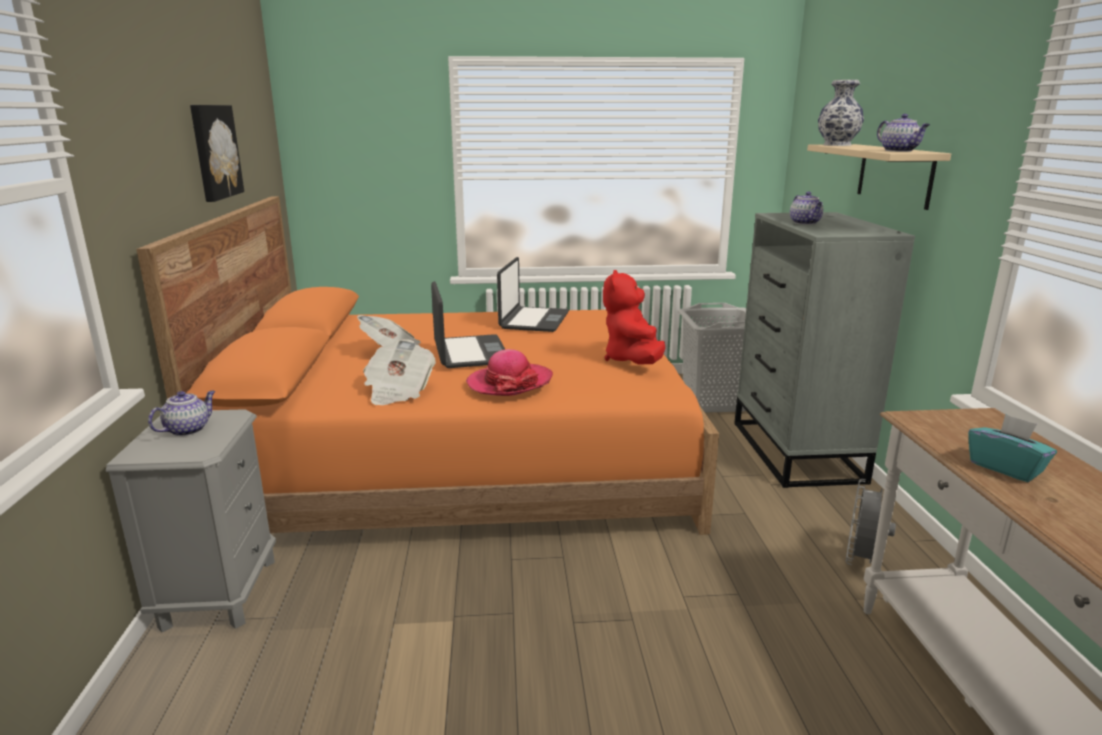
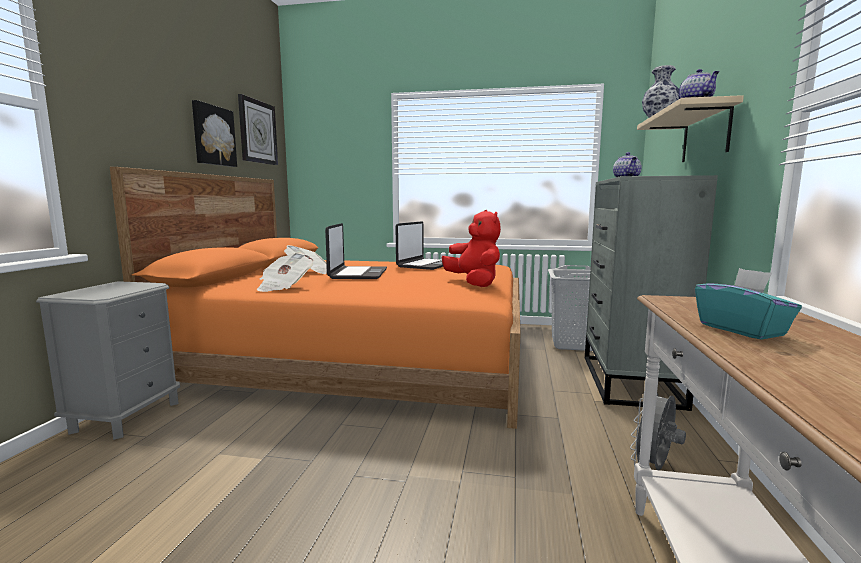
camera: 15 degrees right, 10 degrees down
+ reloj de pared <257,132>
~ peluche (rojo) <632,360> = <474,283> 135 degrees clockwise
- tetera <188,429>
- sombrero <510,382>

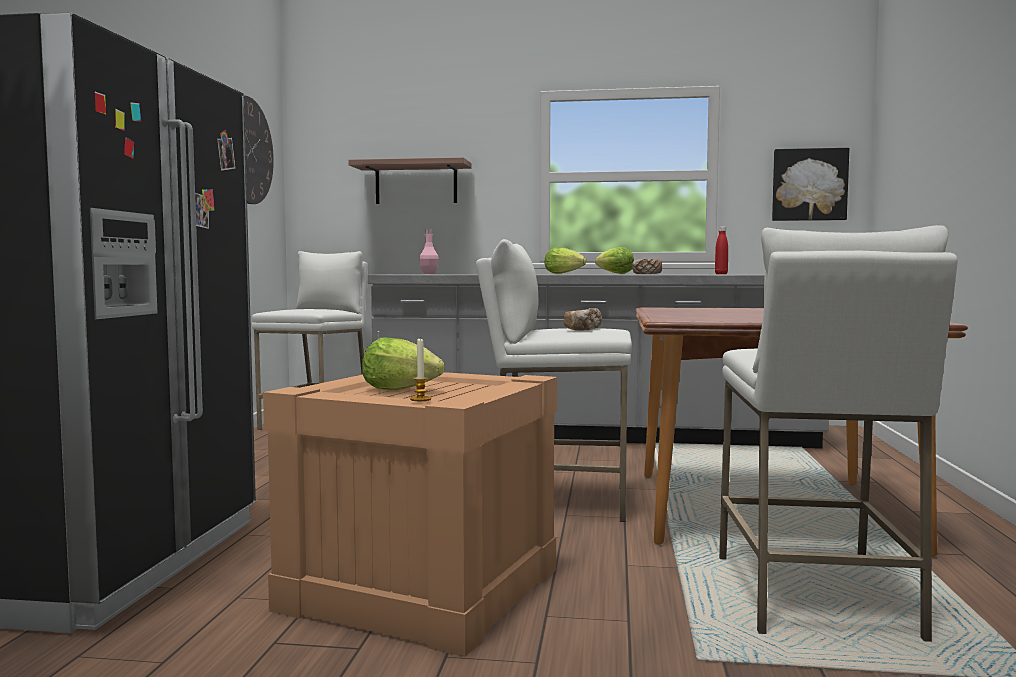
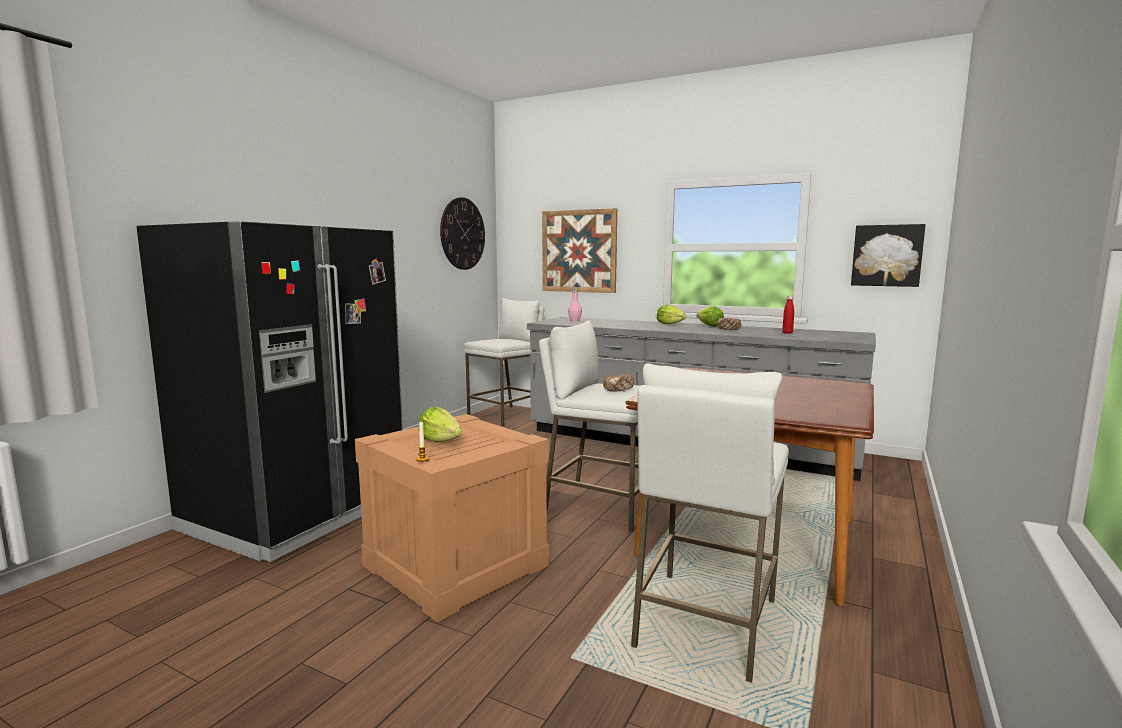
camera: 20 degrees right, 5 degrees up
~ estante <416,183> to cuadro <579,251>

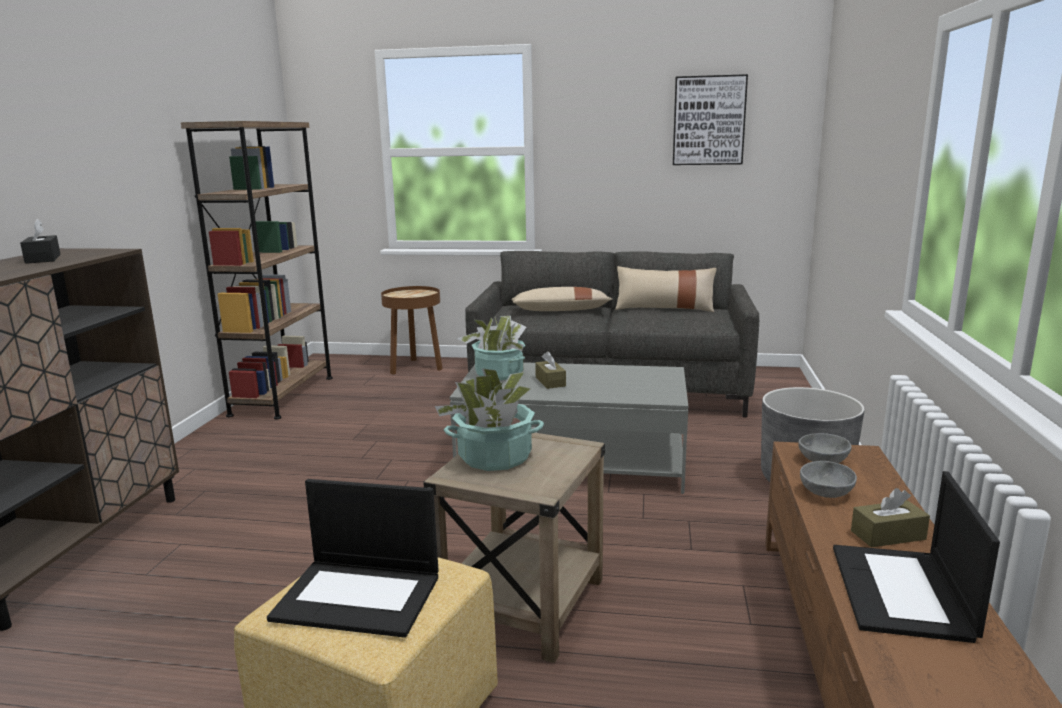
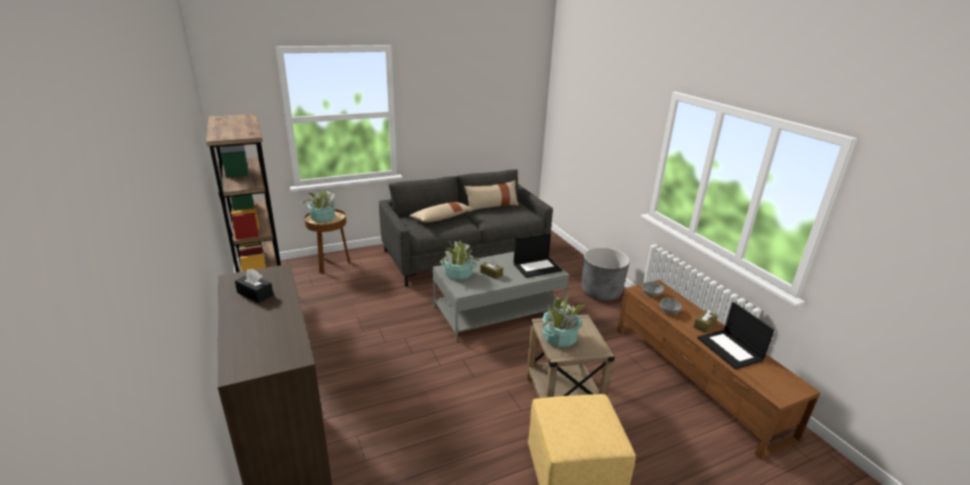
camera: 35 degrees left, 10 degrees up
+ planta en maceta <323,218>
~ portátil <360,596> to <537,267>
- cuadro <709,120>

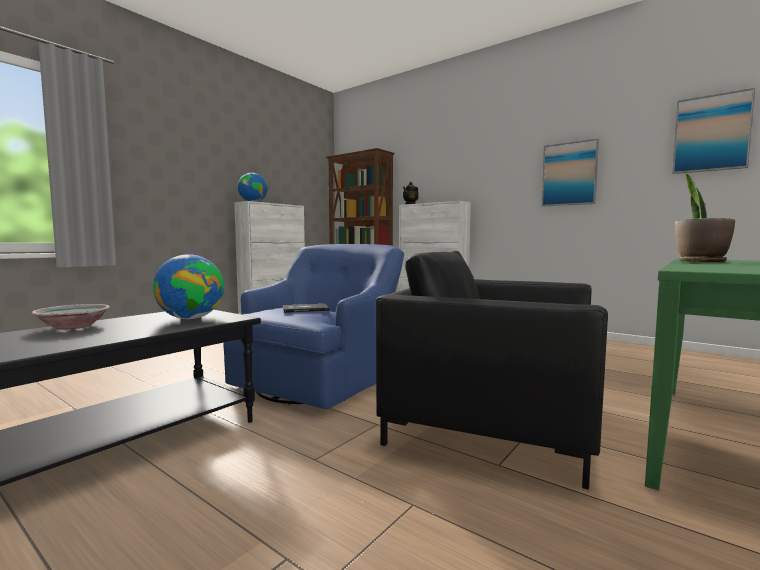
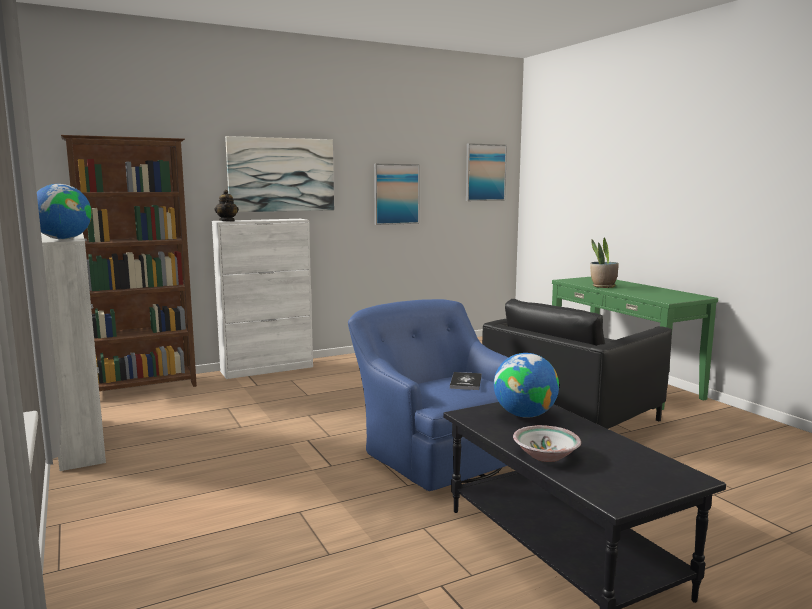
camera: 65 degrees left, 5 degrees up
+ cuadro <281,174>

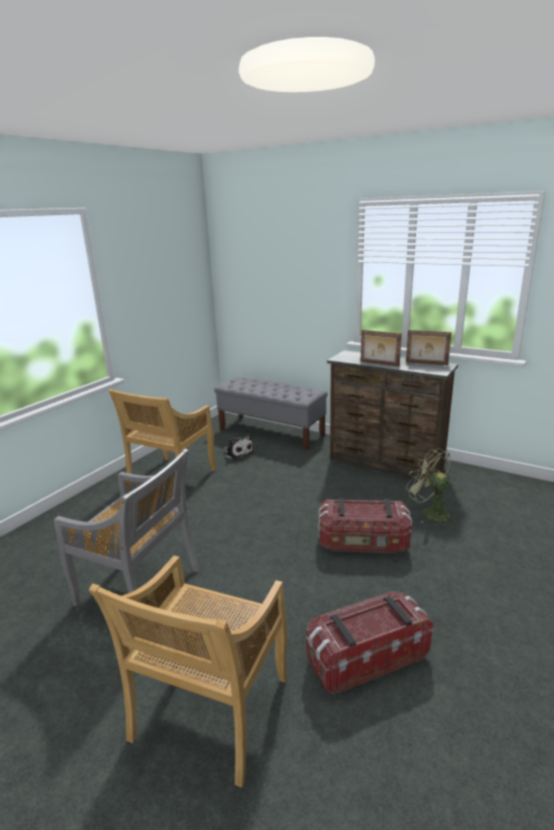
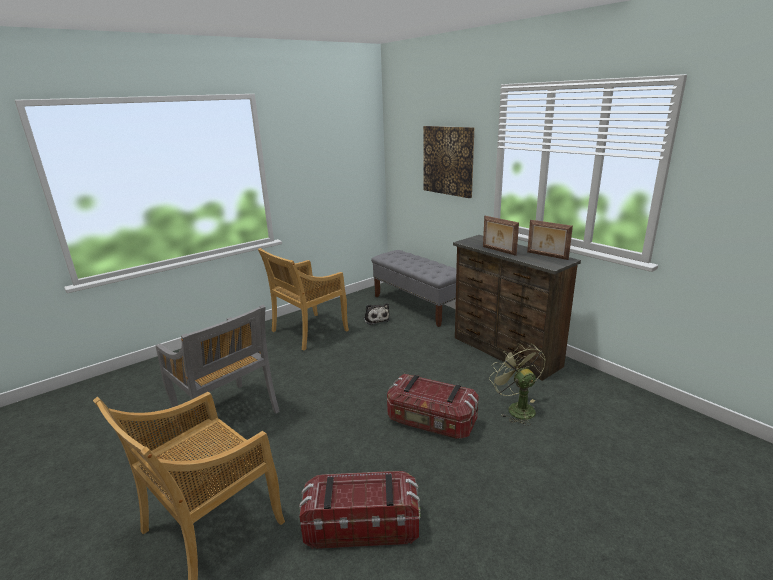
camera: 20 degrees right, 0 degrees up
+ cuadro <448,160>

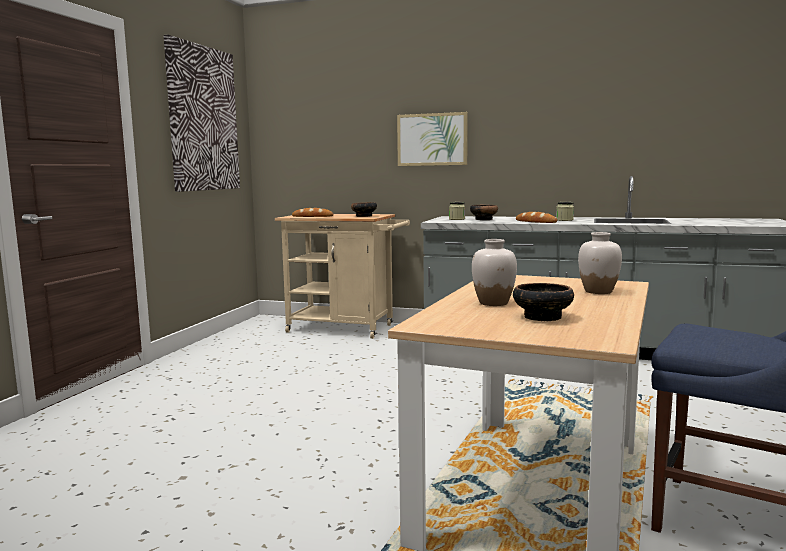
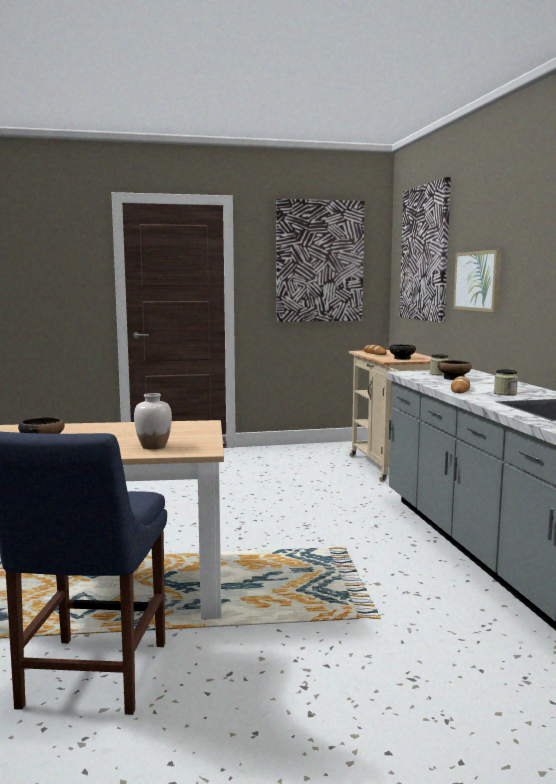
camera: 60 degrees right, 0 degrees up
+ cuadro <425,253>
- florero (blanco) <493,303>

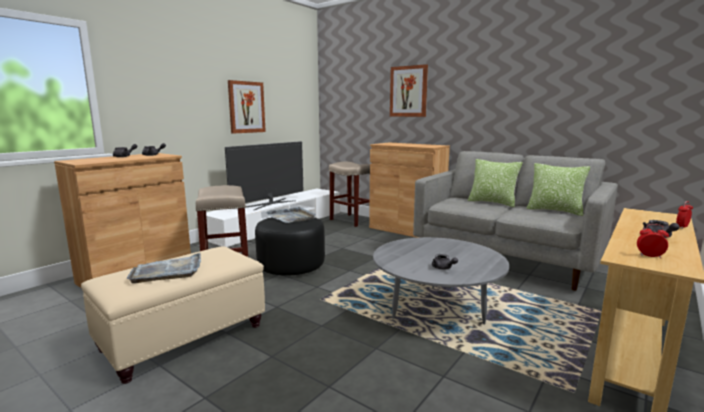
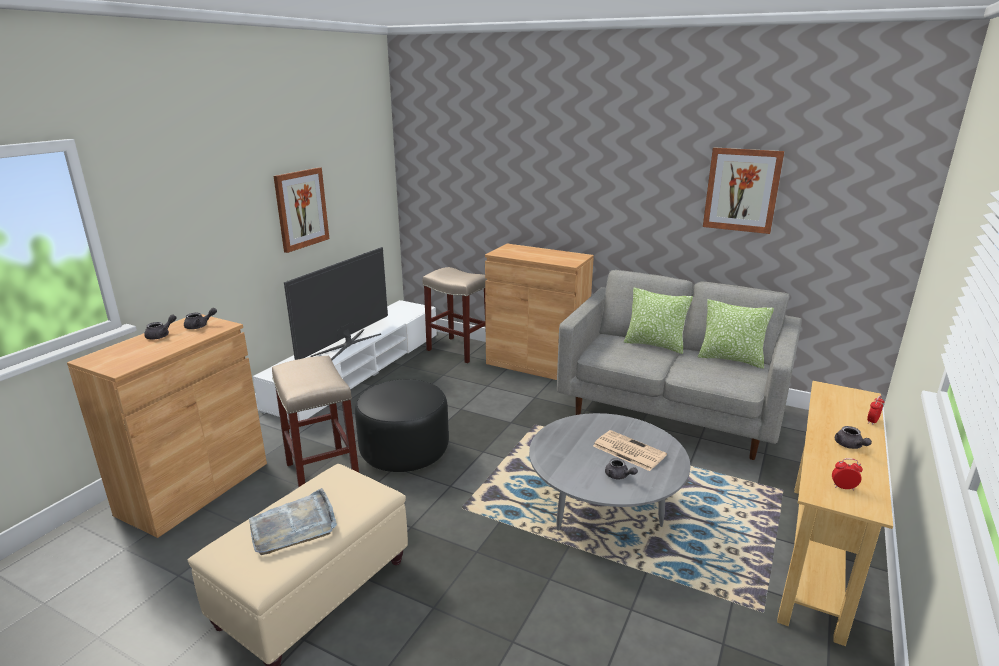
camera: 10 degrees left, 10 degrees up
+ periódico <628,450>
~ cuadro <408,91> to <742,190>
- bandeja (gris) <291,217>

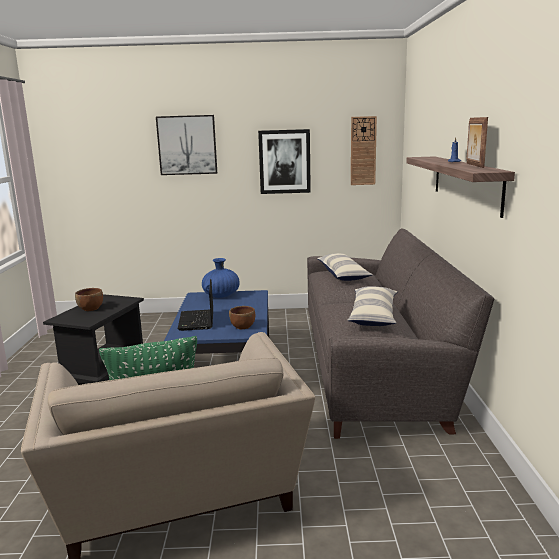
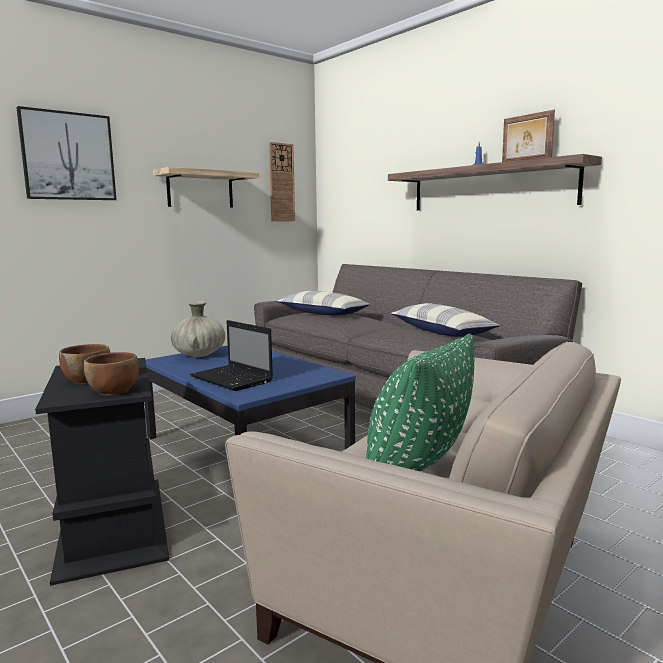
camera: 40 degrees left, 5 degrees down
~ cuenco (marrón) <243,326> to <114,391>
~ cuadro <284,161> to estante <200,189>
~ florero (azul) <221,295> to florero (beis) <199,355>

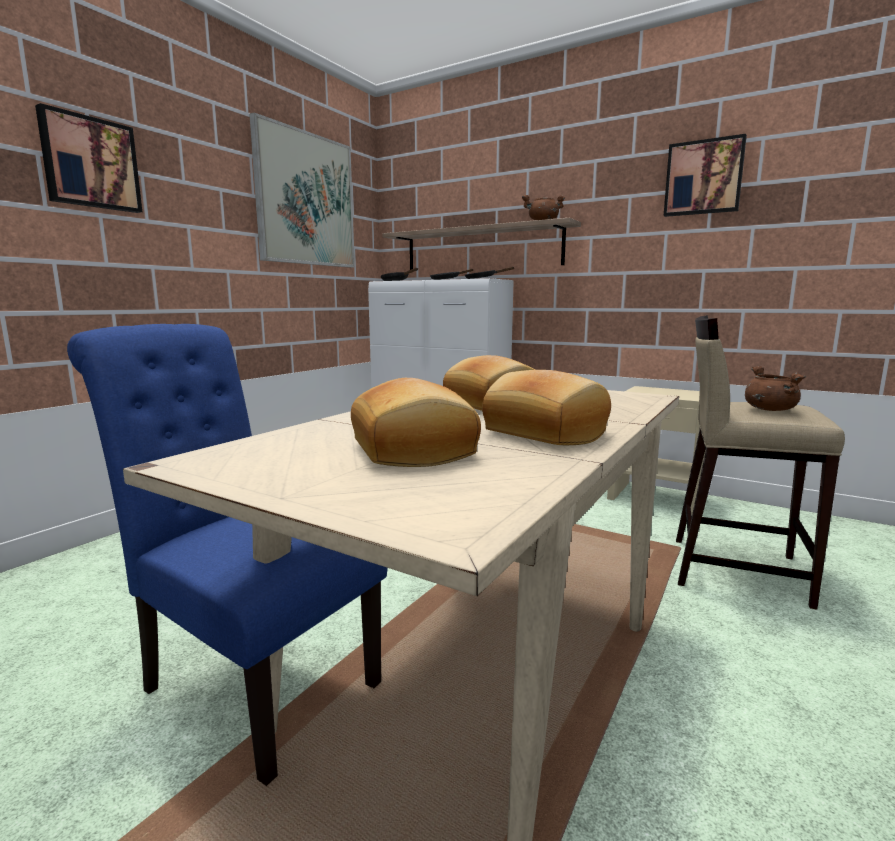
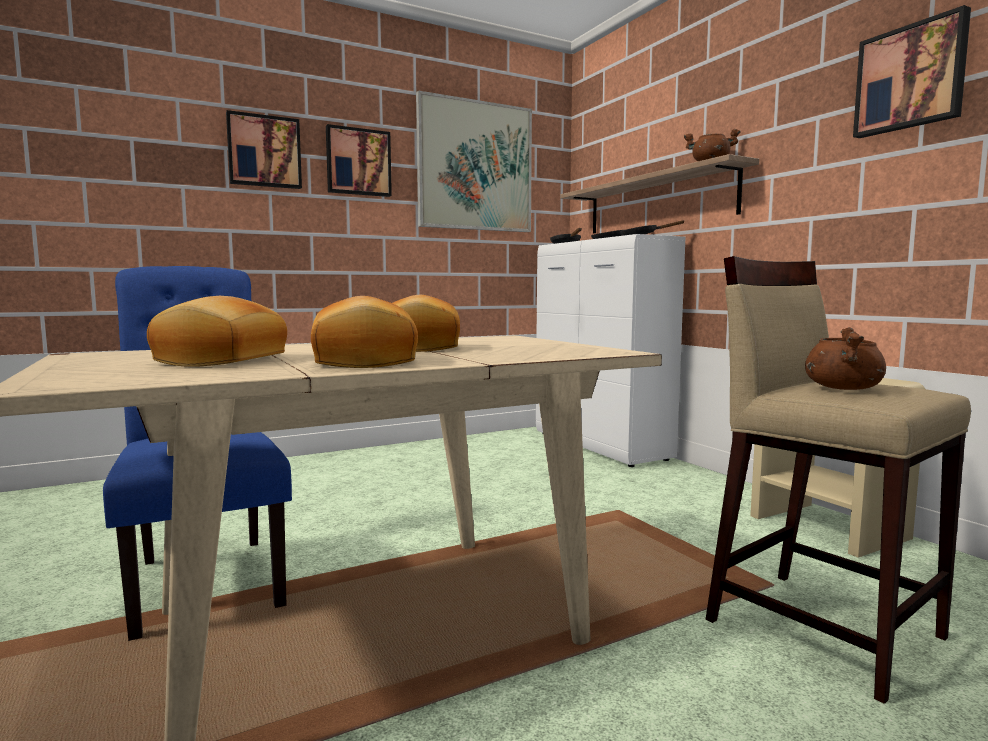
camera: 30 degrees right, 5 degrees down
+ cuadro <358,162>

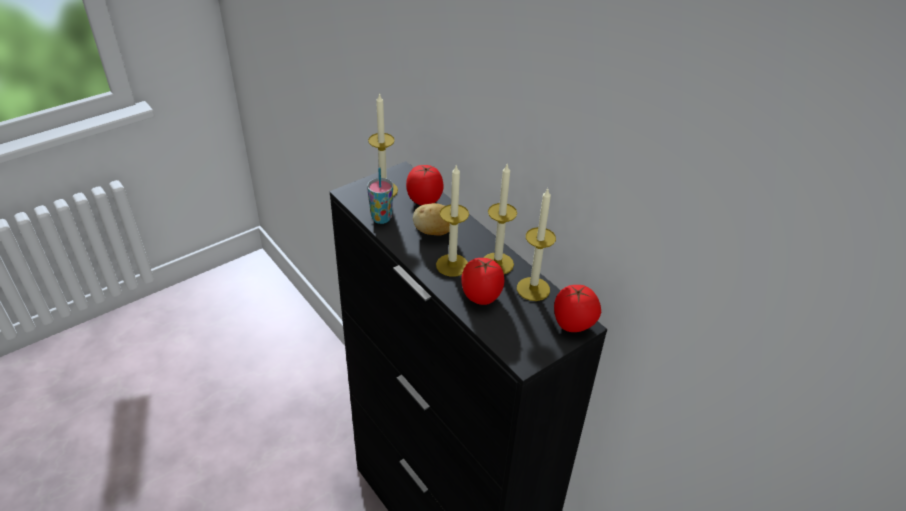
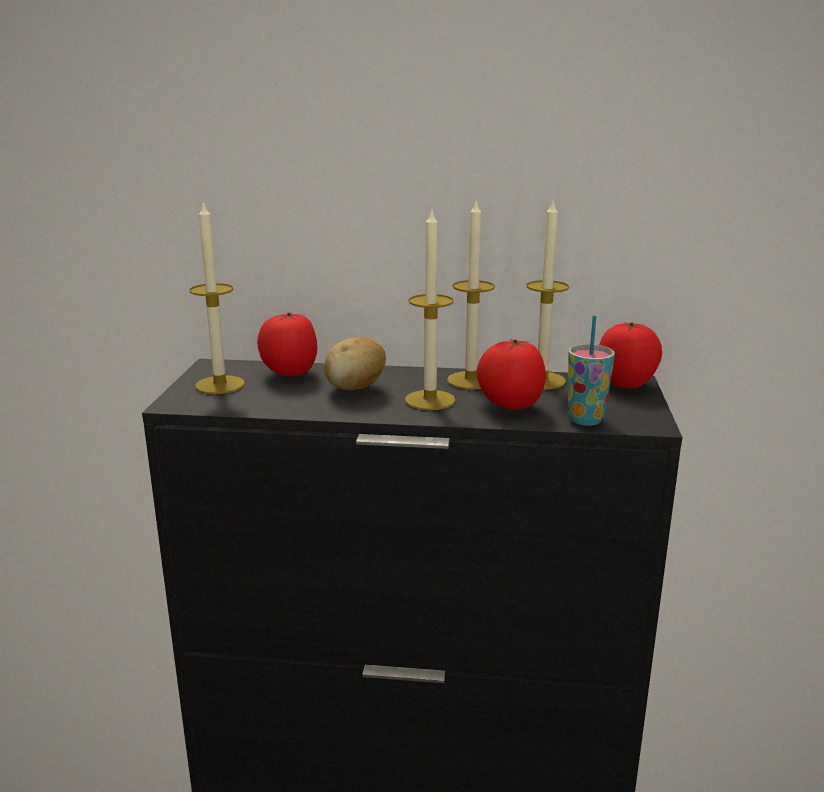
camera: 45 degrees left, 20 degrees down
~ taza <381,218> to <585,420>

